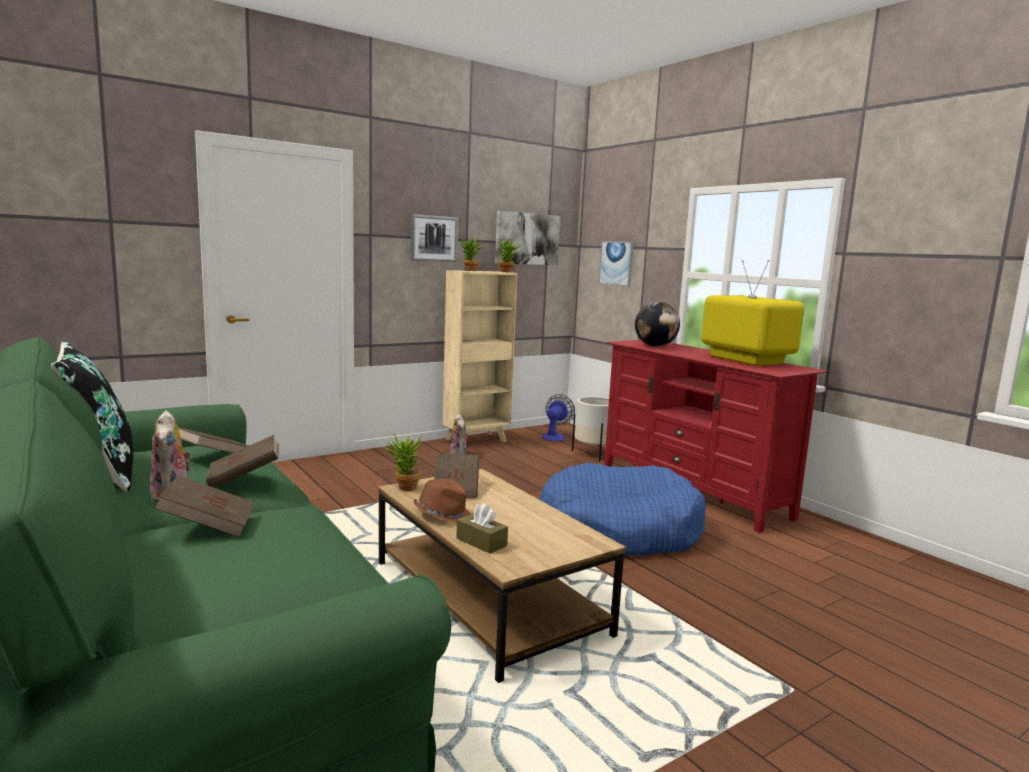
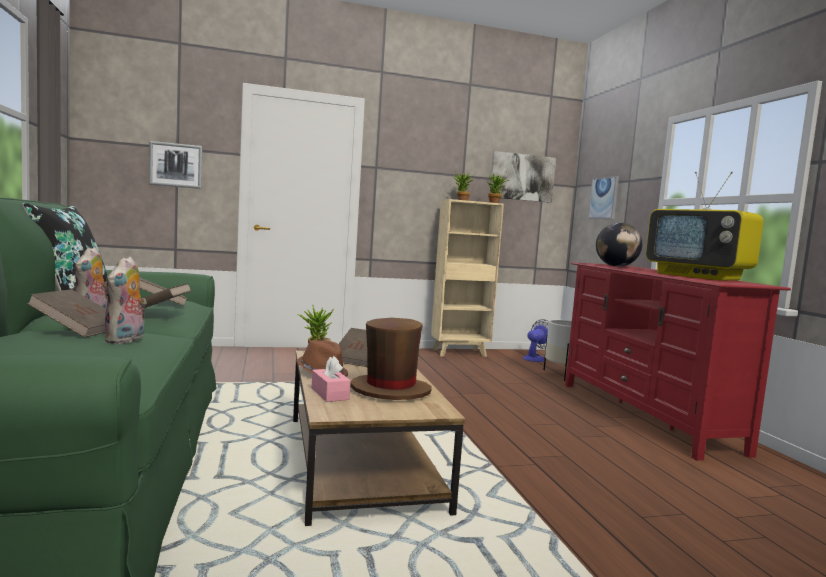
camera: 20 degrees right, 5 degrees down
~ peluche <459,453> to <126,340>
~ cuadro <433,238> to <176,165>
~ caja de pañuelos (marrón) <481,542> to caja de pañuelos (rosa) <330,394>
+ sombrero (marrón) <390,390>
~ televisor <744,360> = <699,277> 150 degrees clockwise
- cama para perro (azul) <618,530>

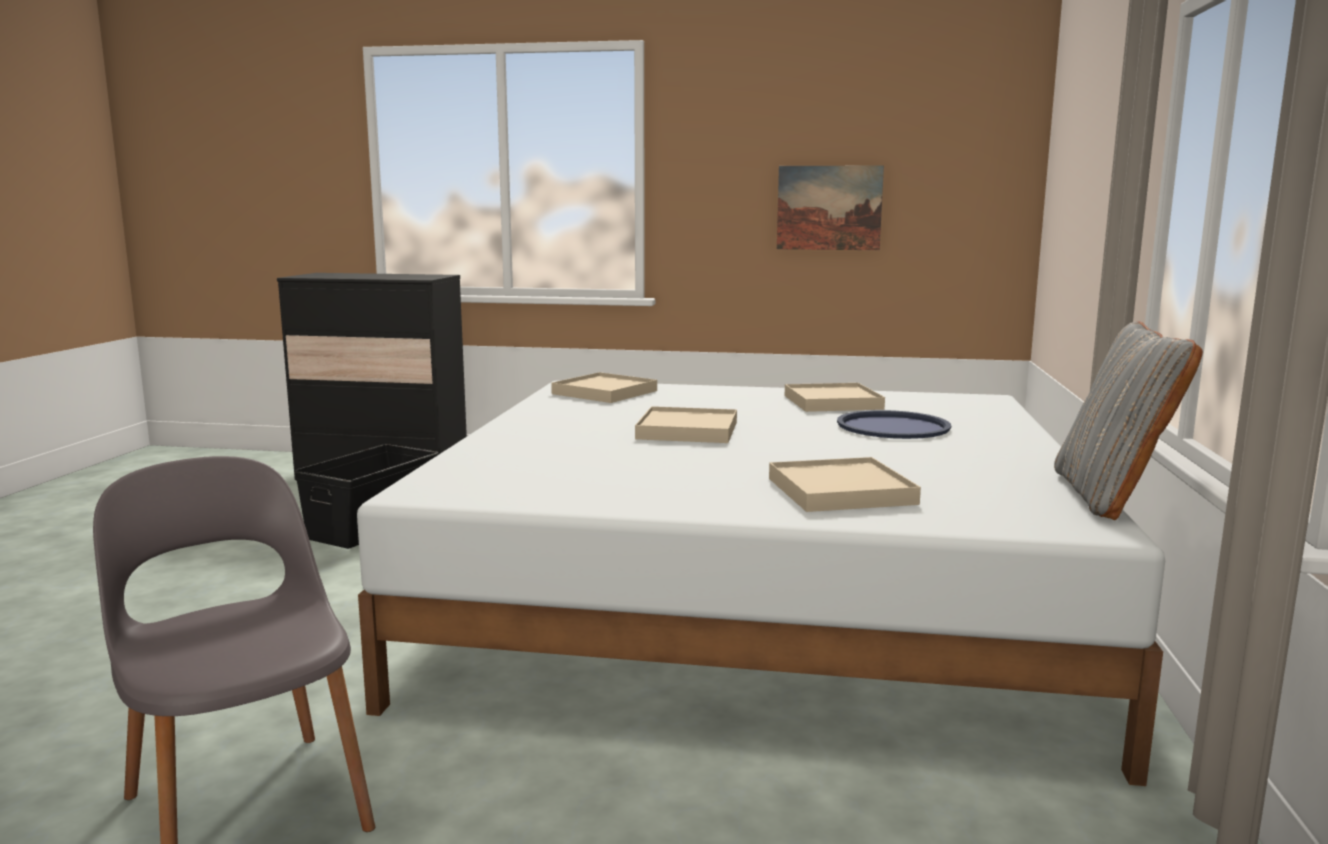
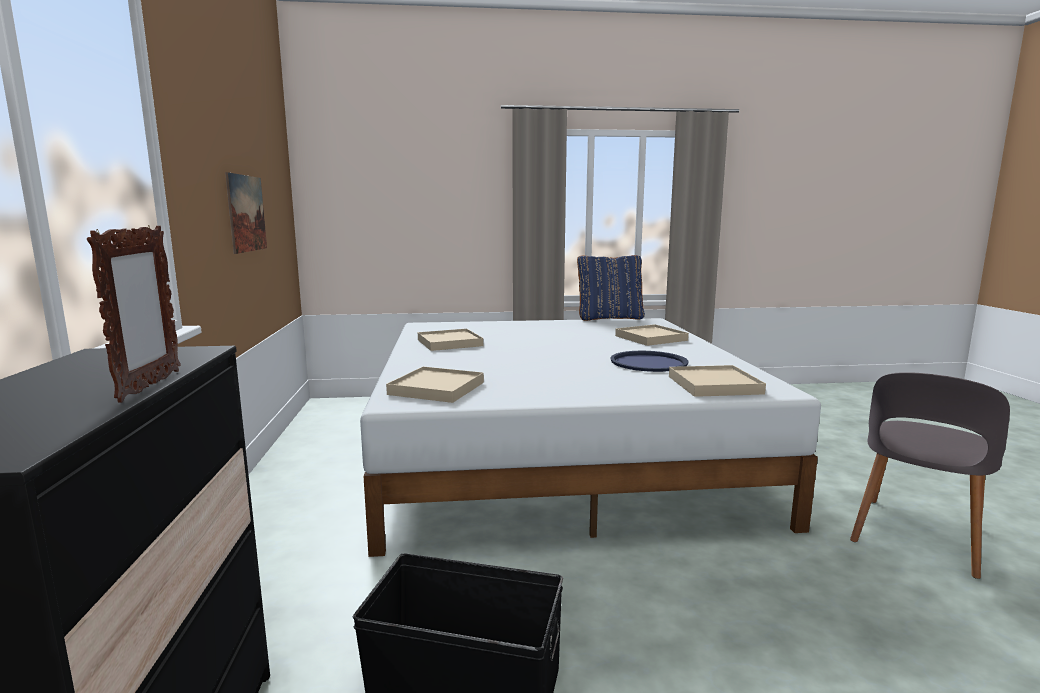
camera: 105 degrees left, 0 degrees up
+ portarretratos <149,386>
~ cojín (gris) <1111,496> to cojín (azul) <609,318>
~ bandeja (azul) <892,427> to <648,362>
~ bandeja (beis) <688,430> to <714,385>

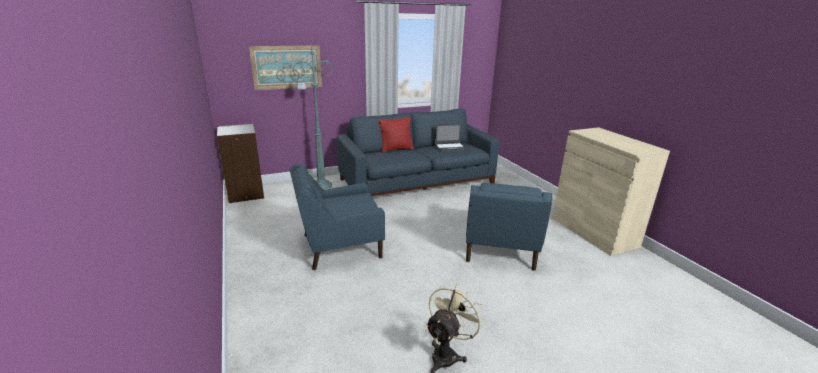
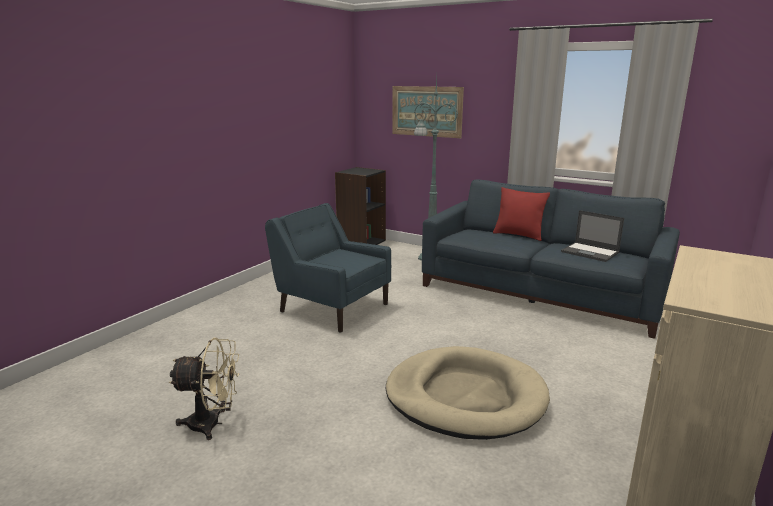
camera: 55 degrees right, 5 degrees down
~ sillón (azul) <499,249> to cama para perro (beis) <465,397>

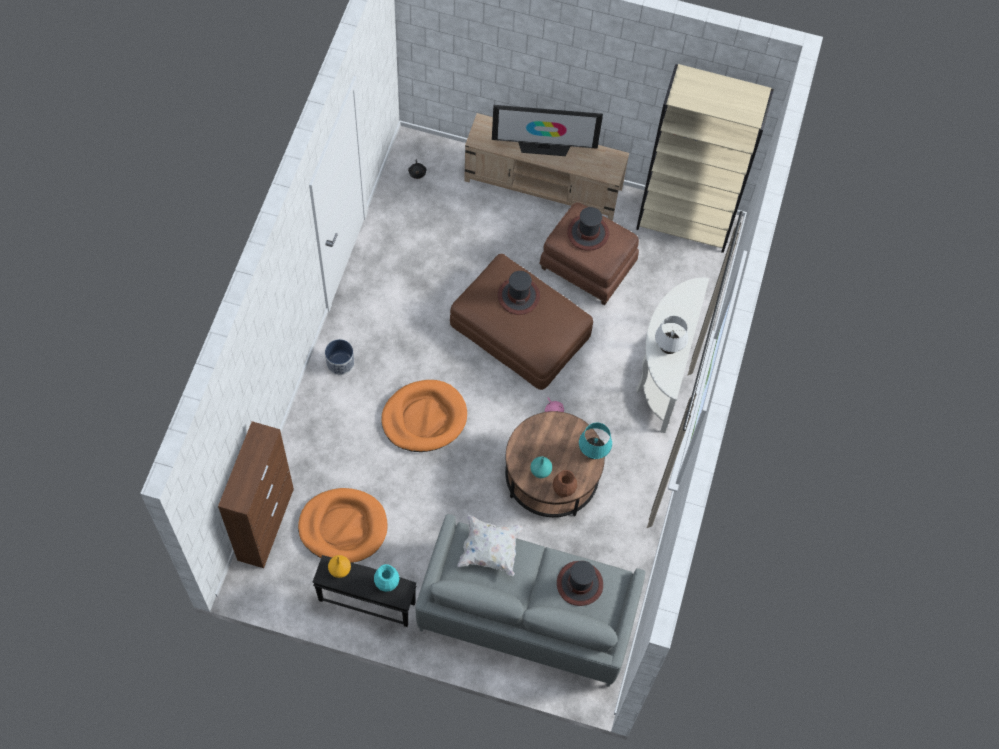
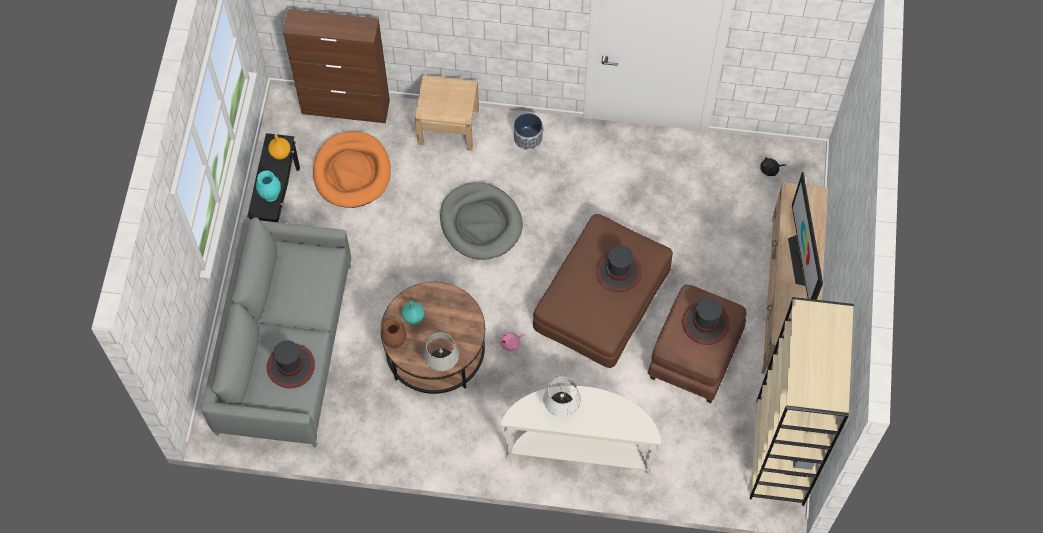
camera: 85 degrees right, 0 degrees up
+ mesita de noche (beis) <448,126>
~ lámpara de mesa (turquesa) <593,453> to lámpara de mesa (blanco) <442,365>
~ cama para perro (naranja) <424,418> to cama para perro (gris) <481,223>
- cojín (blanco) <490,550>

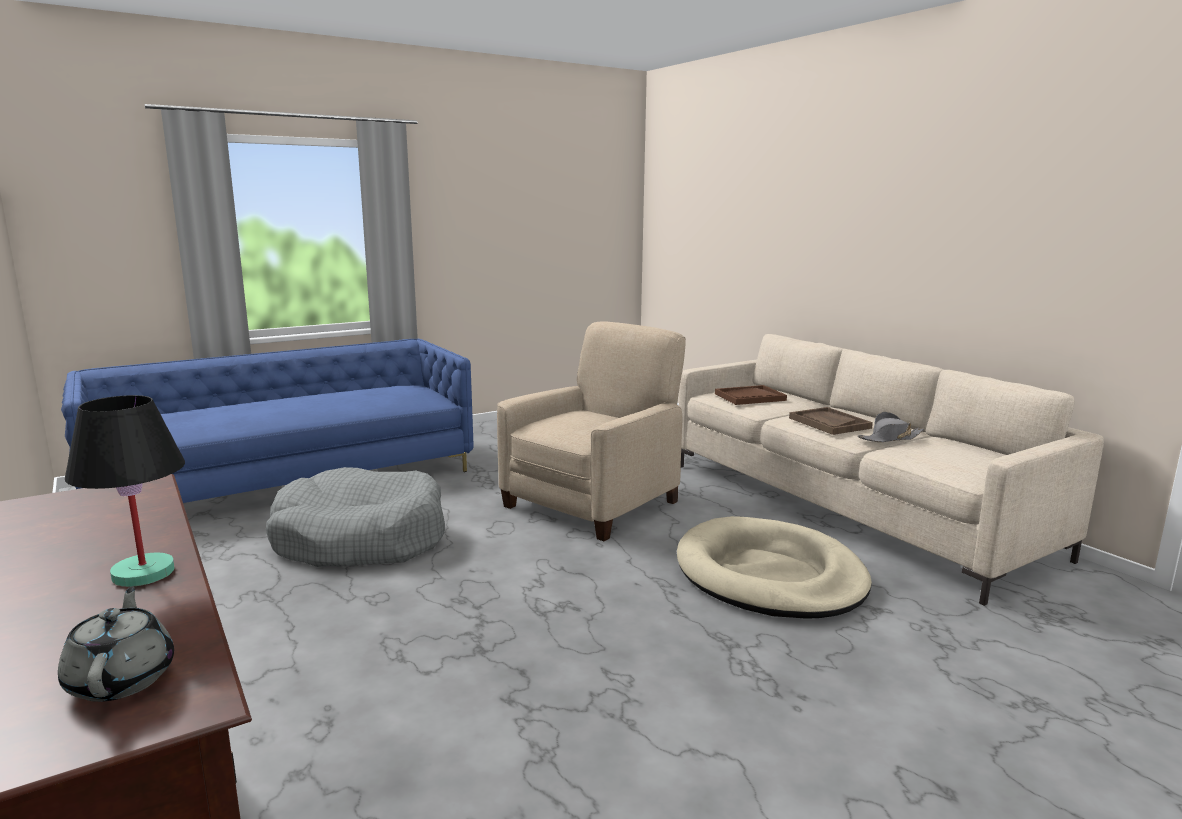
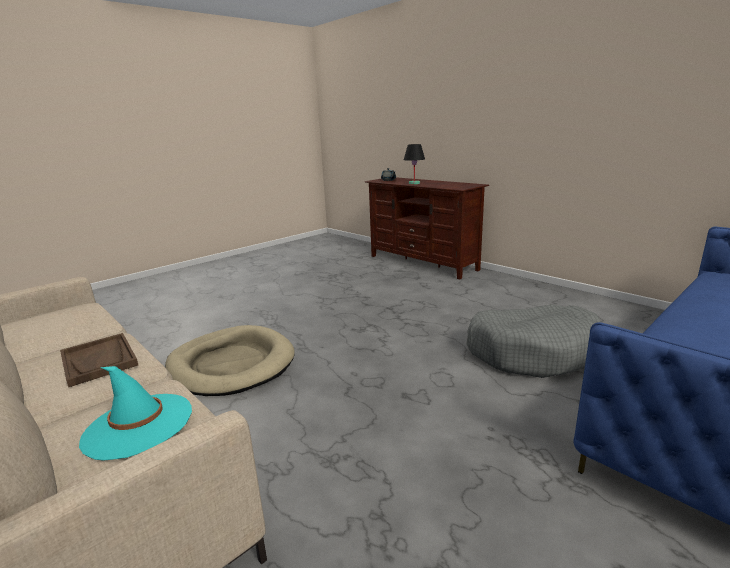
camera: 170 degrees right, 5 degrees up
~ bandeja (marrón) <750,397> to sombrero (turquesa) <138,425>
- sillón (beis) <593,503>
- sombrero (gris) <890,438>

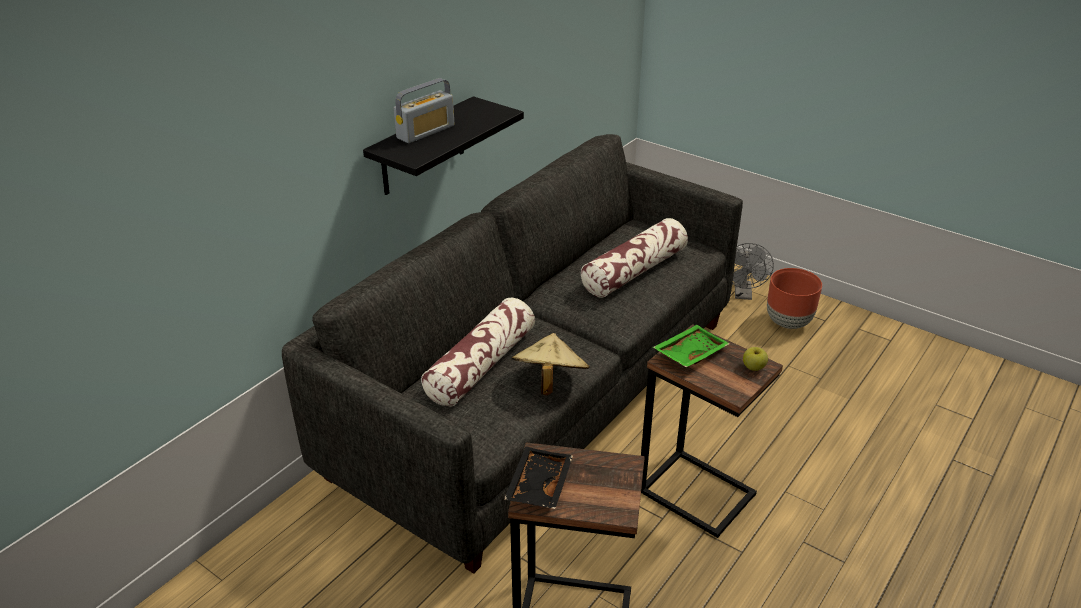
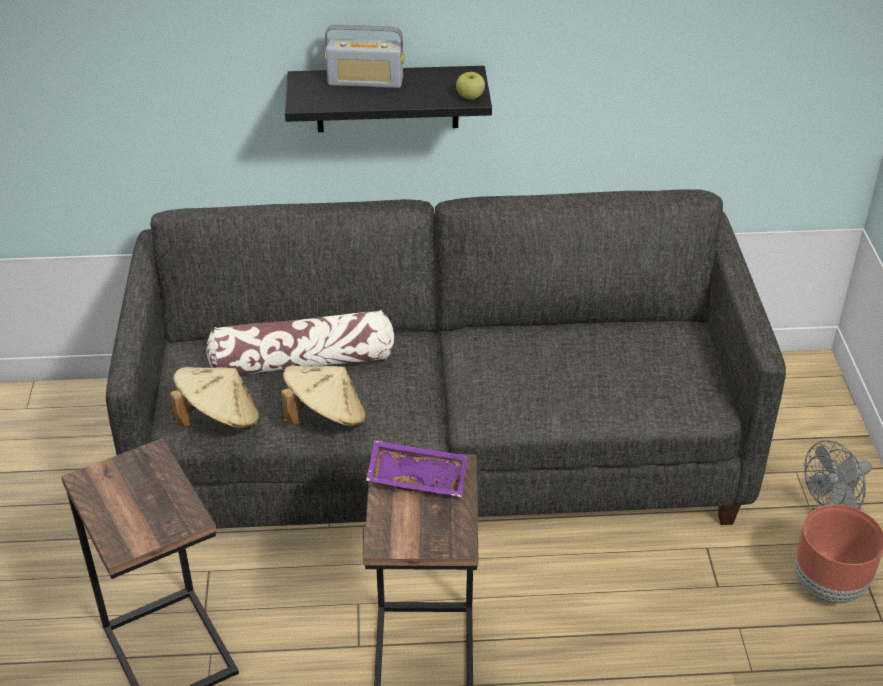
camera: 50 degrees right, 5 degrees up
+ sombrero (beis) <219,420>
~ bandeja (verde) <689,353> to bandeja (morado) <417,476>
~ manzana <753,367> to <470,97>
- bandeja (negro) <537,485>
- cojín <634,271>

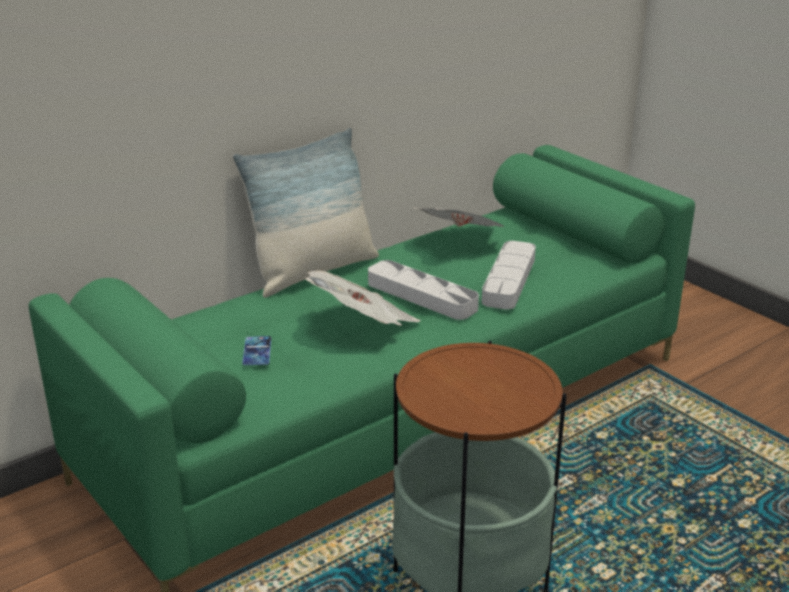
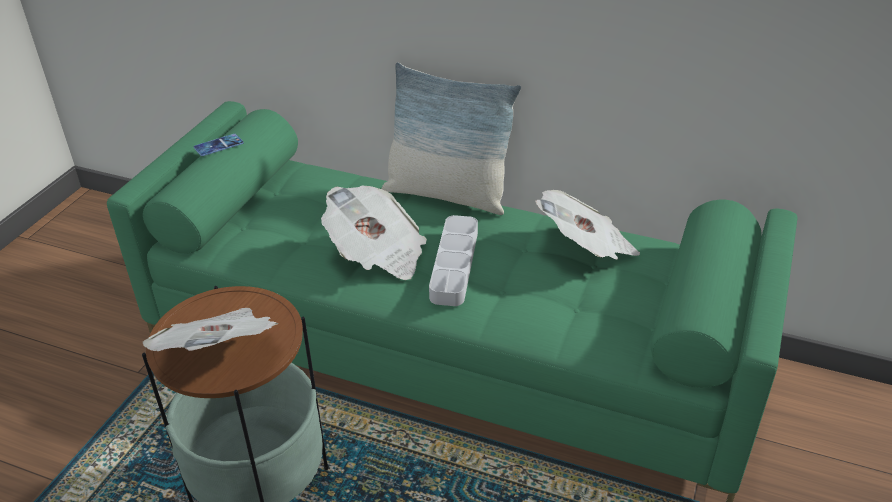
camera: 60 degrees right, 10 degrees up
+ periódico <220,353>
~ móvil <257,351> to <218,145>
- bandeja (gris) <509,280>

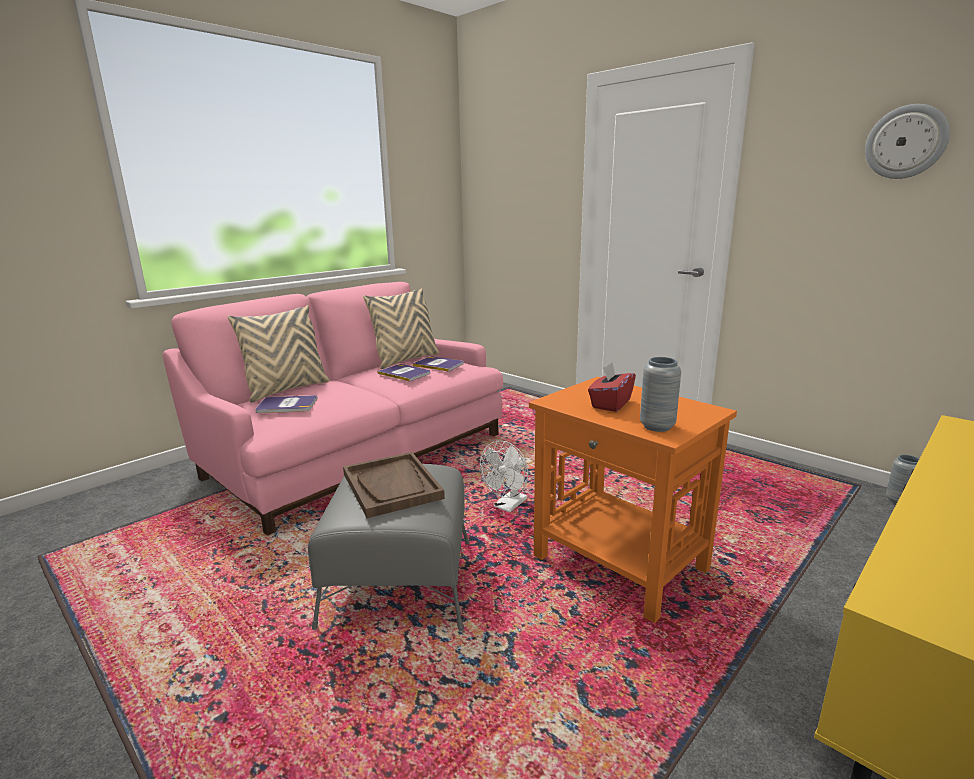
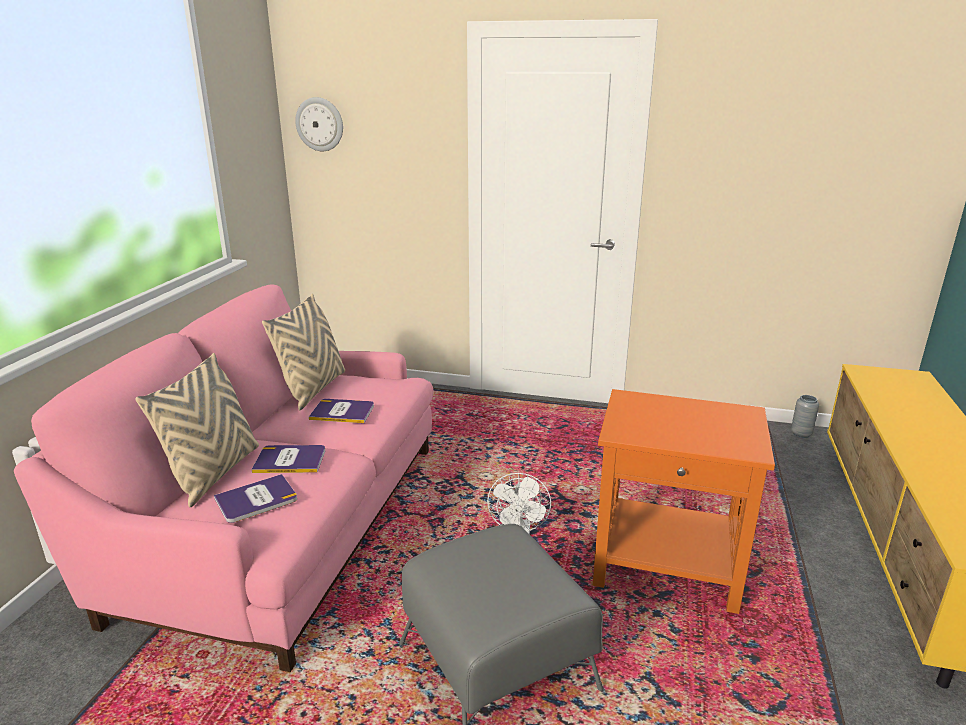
camera: 30 degrees left, 5 degrees up
~ libro <439,364> to <290,460>
~ reloj de pared <906,142> to <320,124>
- bandeja (marrón) <392,486>
- caja de pañuelos (rojo) <610,404>
- florero (gris) <657,426>

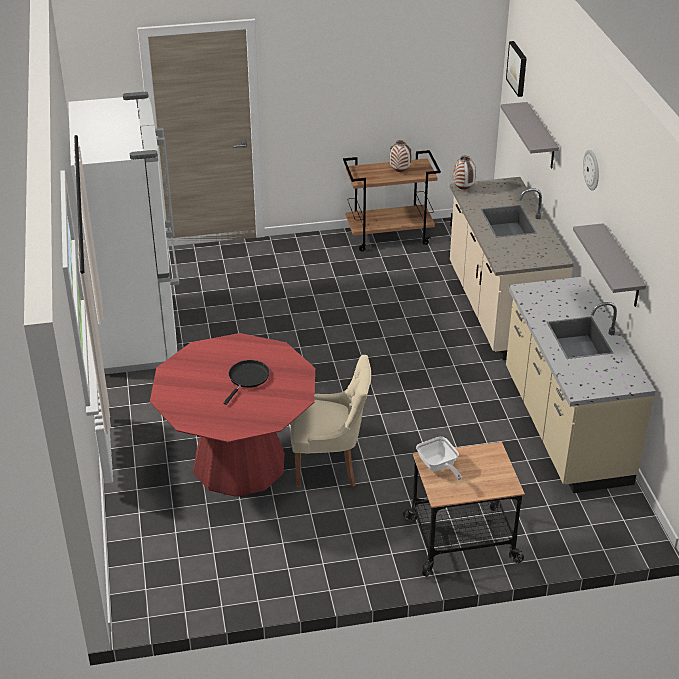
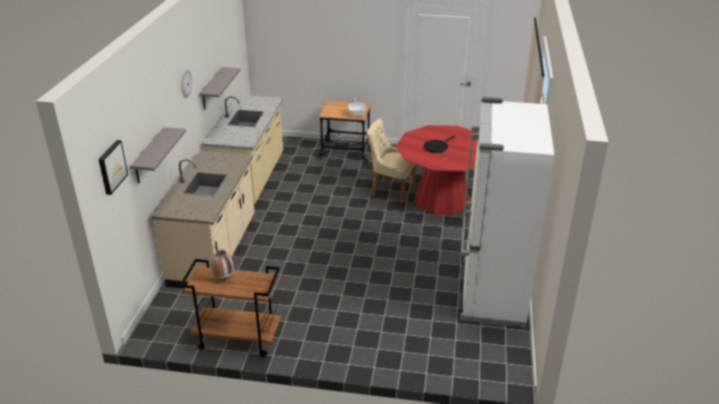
camera: 160 degrees left, 5 degrees down
- florero <463,189>

